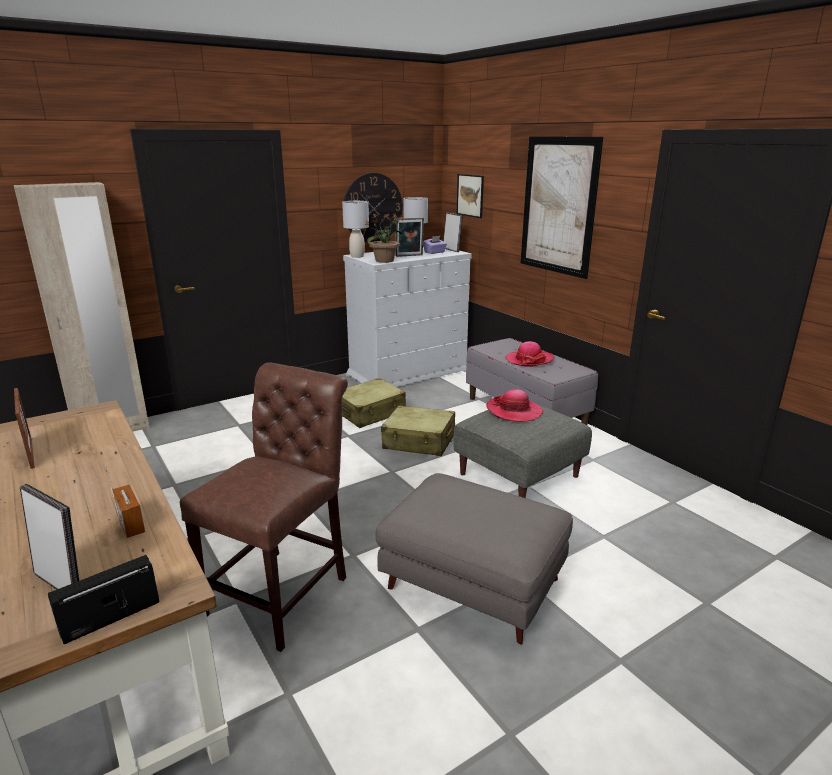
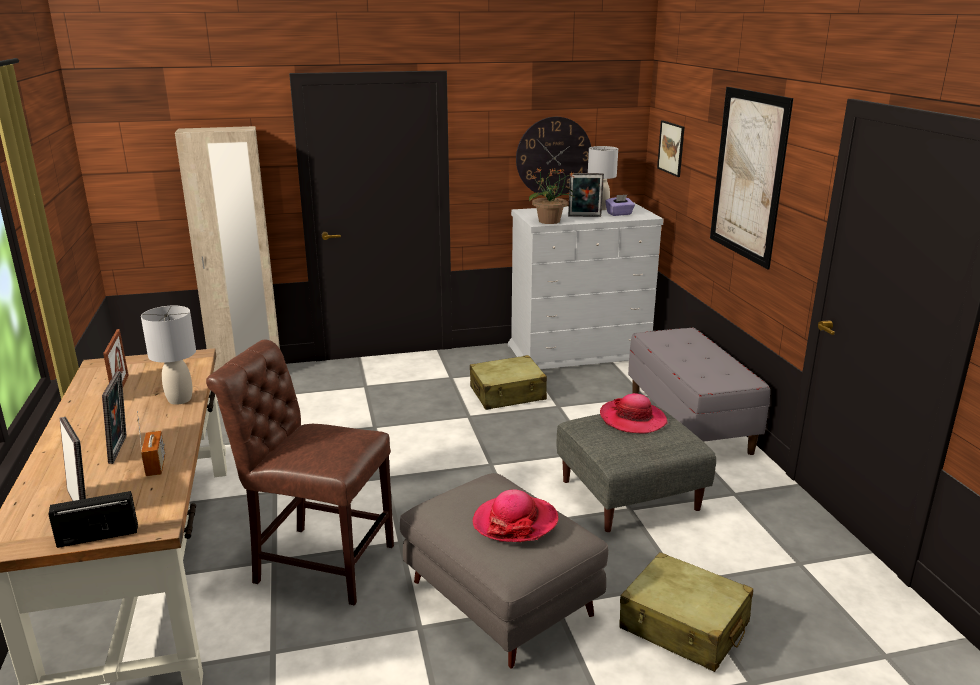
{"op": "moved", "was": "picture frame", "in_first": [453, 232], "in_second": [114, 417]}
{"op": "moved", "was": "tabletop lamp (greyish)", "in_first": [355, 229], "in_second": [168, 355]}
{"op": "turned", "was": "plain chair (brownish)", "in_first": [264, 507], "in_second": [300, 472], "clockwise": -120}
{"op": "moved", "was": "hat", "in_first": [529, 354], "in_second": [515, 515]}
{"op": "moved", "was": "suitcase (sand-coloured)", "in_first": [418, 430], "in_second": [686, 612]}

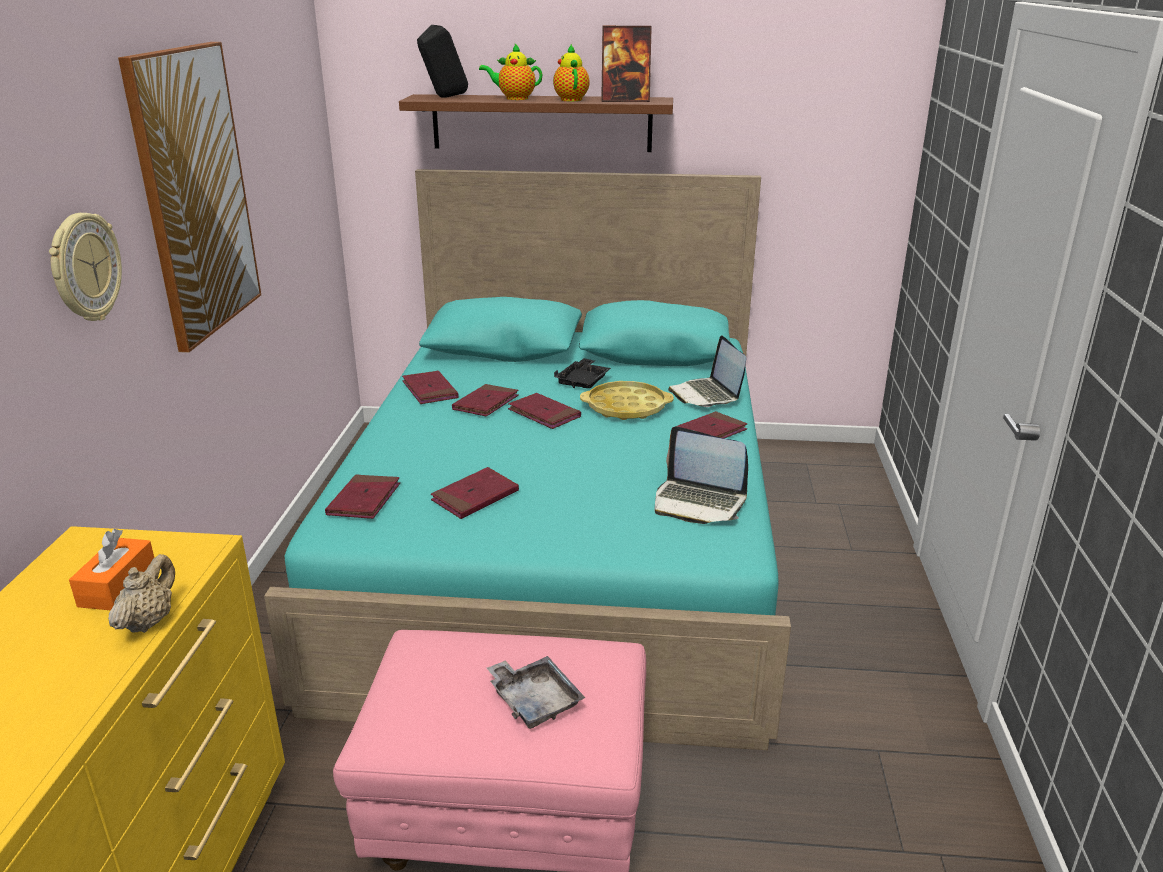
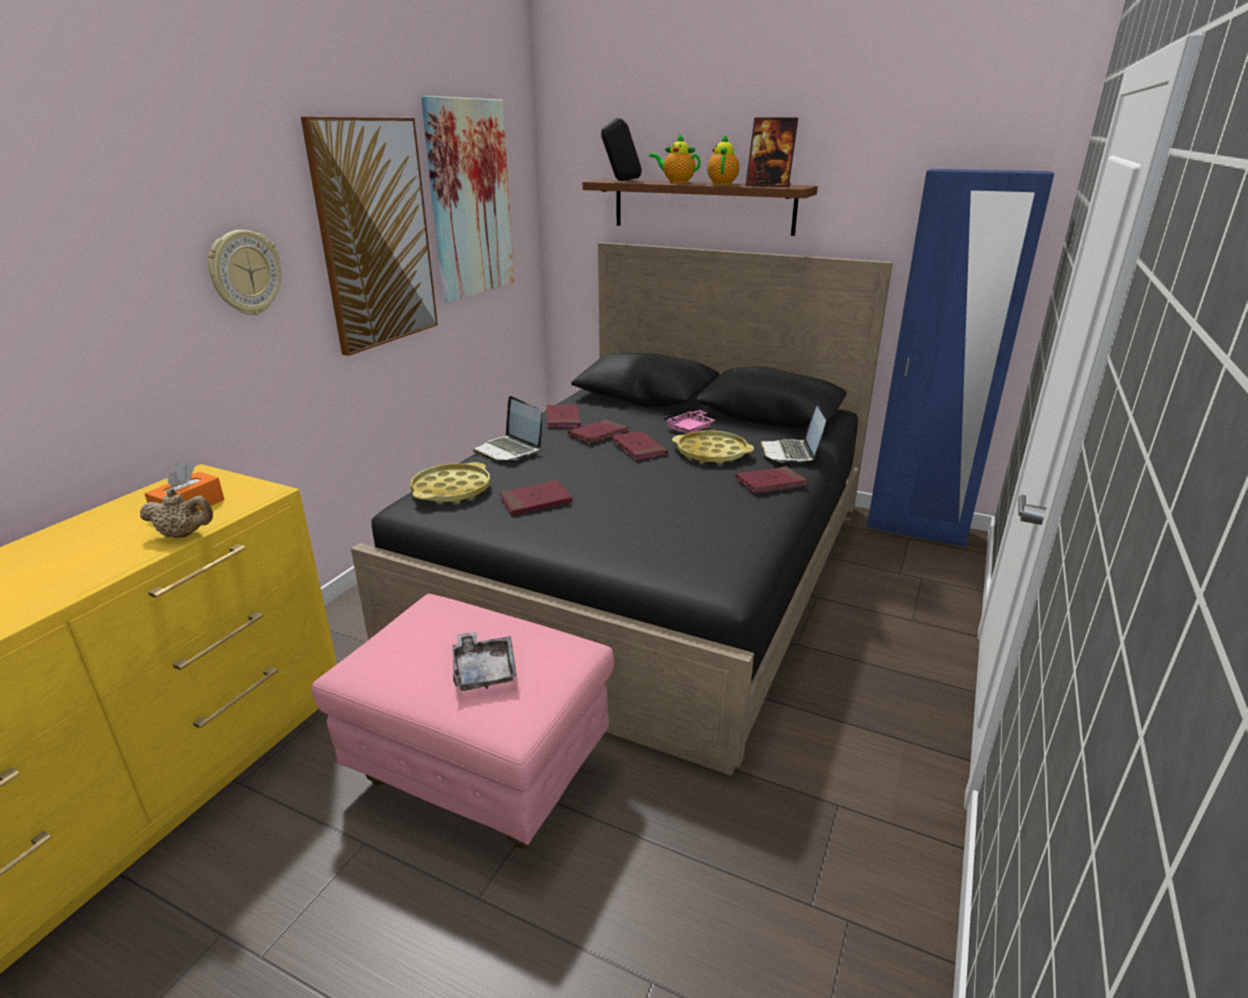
{"op": "turned", "was": "teapot (sand-coloured)", "in_first": [141, 593], "in_second": [176, 513], "clockwise": 60}
{"op": "recoloured", "was": "bed (turquoise-coloured)", "now": "bed (blackish)", "in_first": [527, 459], "in_second": [622, 509]}
{"op": "replaced", "was": "bound book (reddish)", "now": "carrying tray (yellowish)", "in_first": [362, 497], "in_second": [450, 482]}
{"op": "added", "now": "wall picture", "in_second": [467, 199]}
{"op": "moved", "was": "notebook computer", "in_first": [701, 475], "in_second": [507, 428]}
{"op": "recoloured", "was": "carrying tray (blackish)", "now": "carrying tray (pinkish)", "in_first": [582, 373], "in_second": [689, 422]}
{"op": "added", "now": "wardrobe (bluish)", "in_second": [960, 358]}

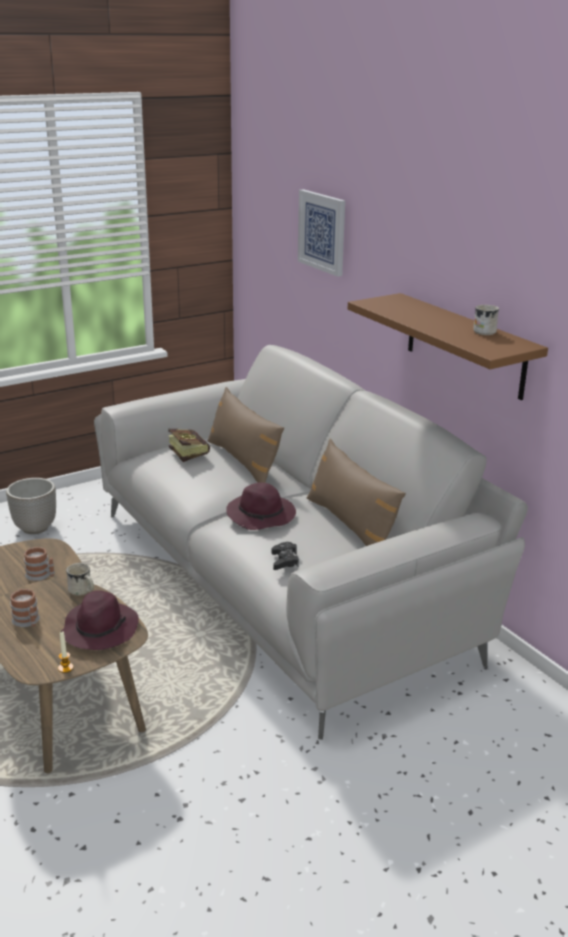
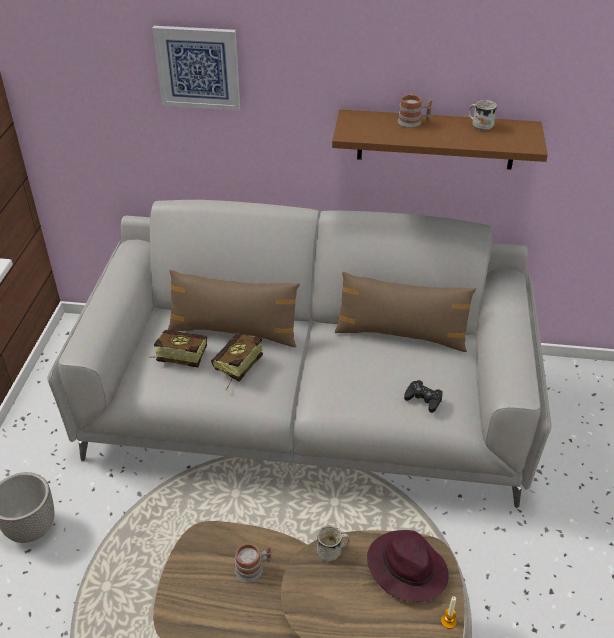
{"op": "added", "now": "bound book", "in_second": [237, 361]}
{"op": "moved", "was": "coffee mug", "in_first": [25, 608], "in_second": [415, 111]}
{"op": "removed", "was": "hat (purplish)", "in_first": [261, 506]}

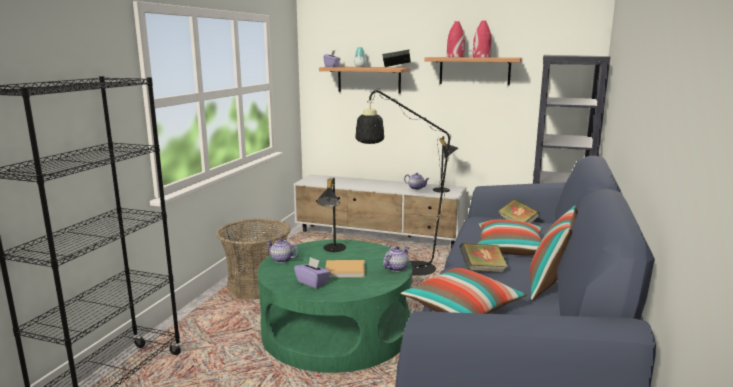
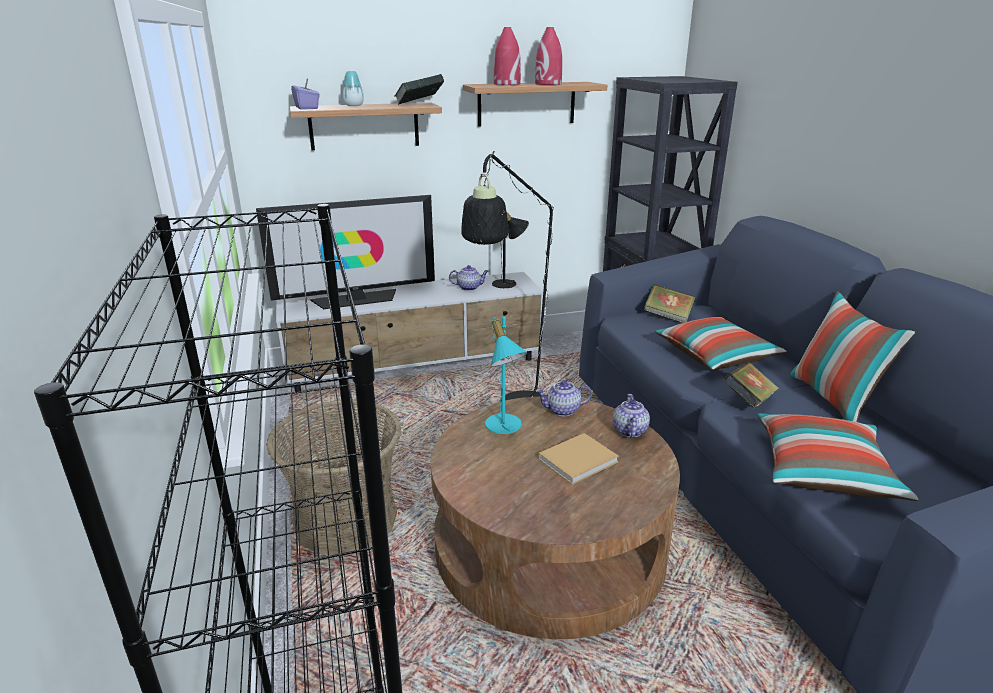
{"op": "added", "now": "TV set", "in_second": [345, 252]}
{"op": "recoloured", "was": "lounge table (greenish)", "now": "lounge table (brownish)", "in_first": [335, 306], "in_second": [555, 517]}
{"op": "recoloured", "was": "tabletop lamp (blackish)", "now": "tabletop lamp (turquoise-coloured)", "in_first": [331, 215], "in_second": [506, 375]}
{"op": "moved", "was": "teapot", "in_first": [282, 250], "in_second": [564, 398]}
{"op": "removed", "was": "box of tissues (purplish)", "in_first": [312, 273]}

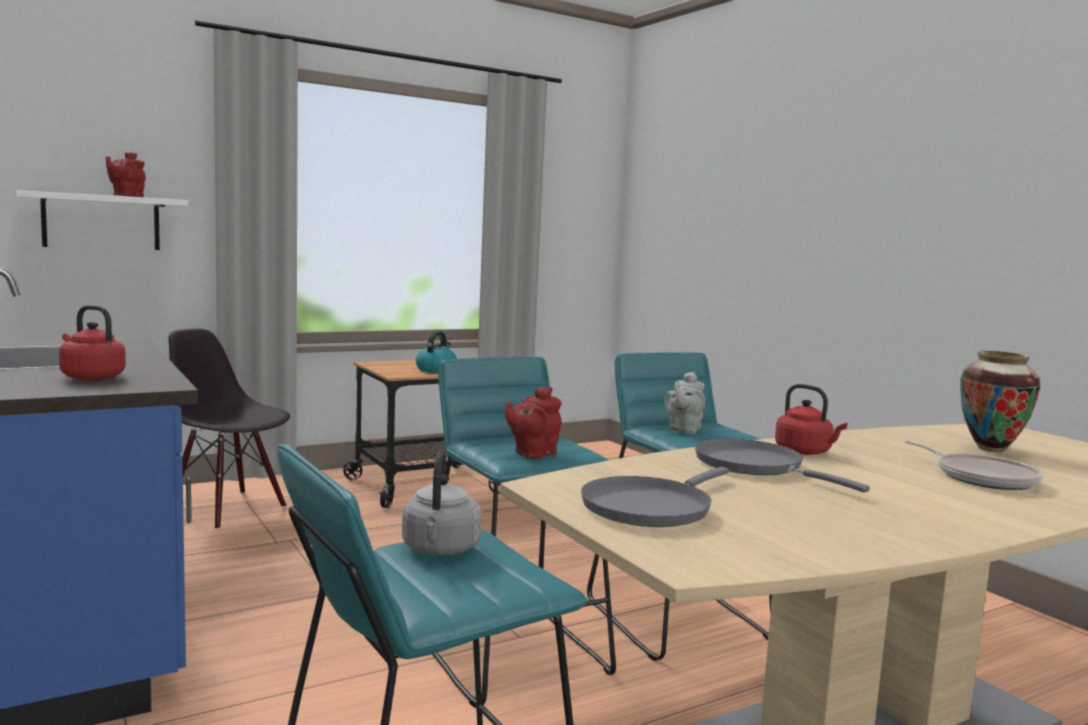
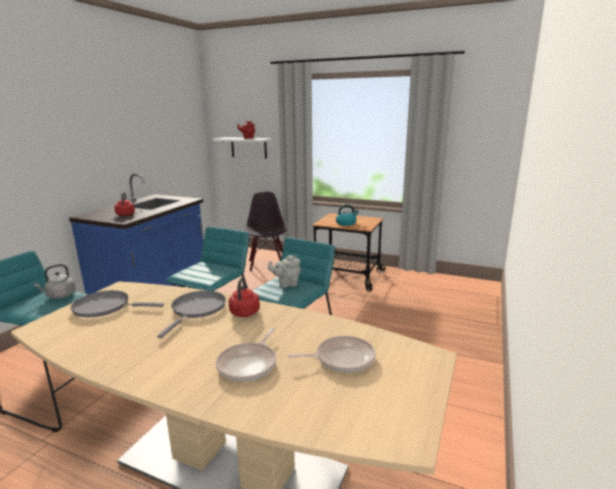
{"op": "replaced", "was": "vase", "now": "skillet", "in_first": [1000, 401], "in_second": [332, 354]}
{"op": "removed", "was": "teapot (reddish)", "in_first": [533, 423]}

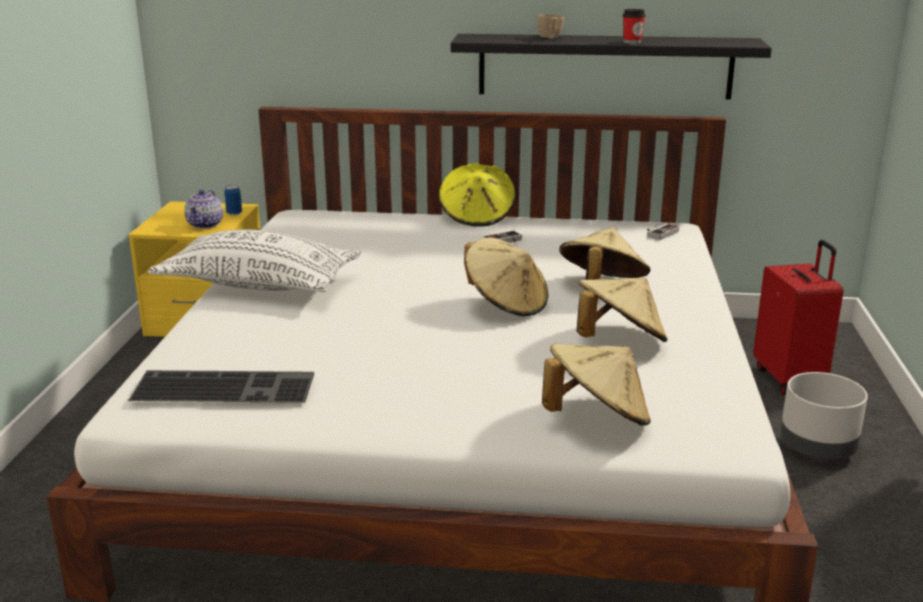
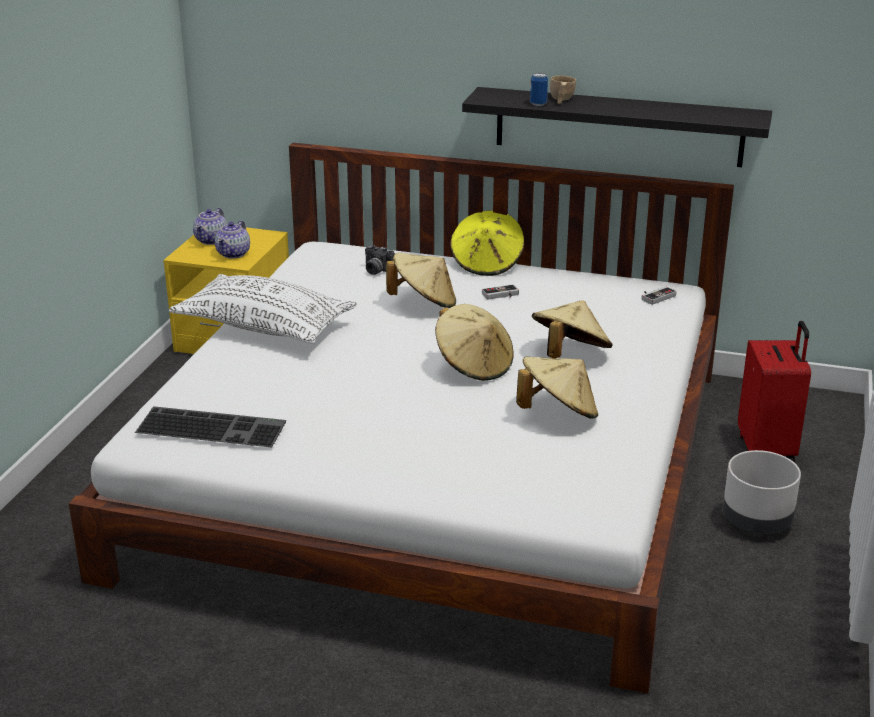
{"op": "added", "now": "teapot", "in_second": [210, 226]}
{"op": "added", "now": "photo camera", "in_second": [380, 260]}
{"op": "moved", "was": "hat (sand-coloured)", "in_first": [596, 384], "in_second": [421, 280]}
{"op": "moved", "was": "can", "in_first": [233, 200], "in_second": [539, 89]}
{"op": "removed", "was": "drinking cup", "in_first": [634, 26]}

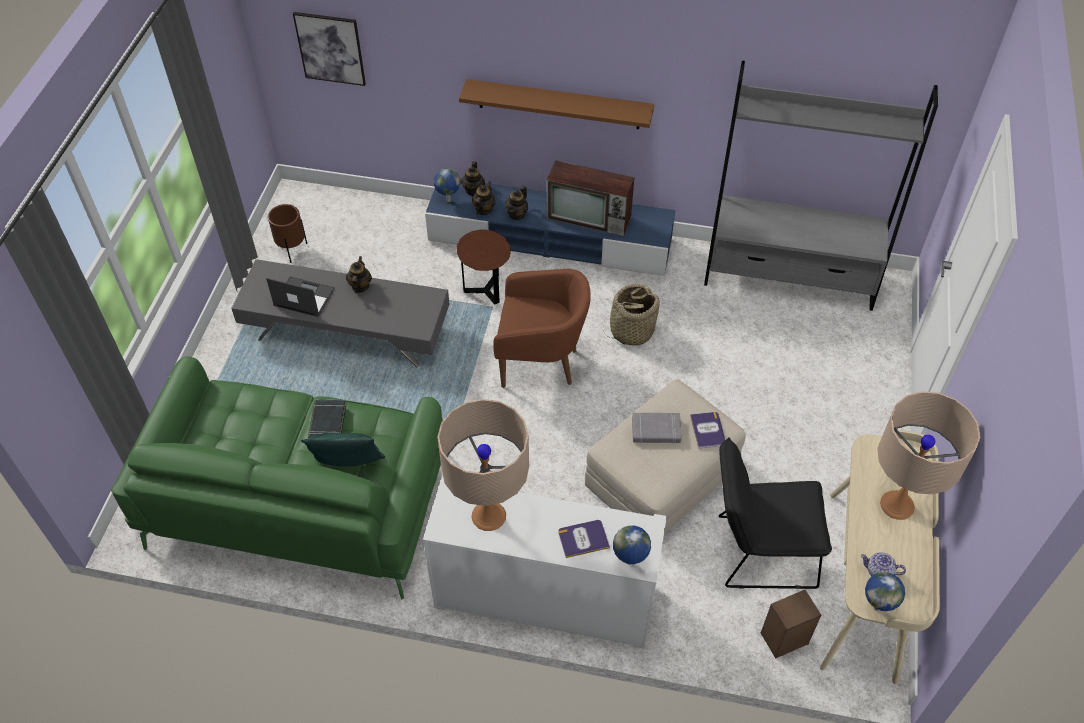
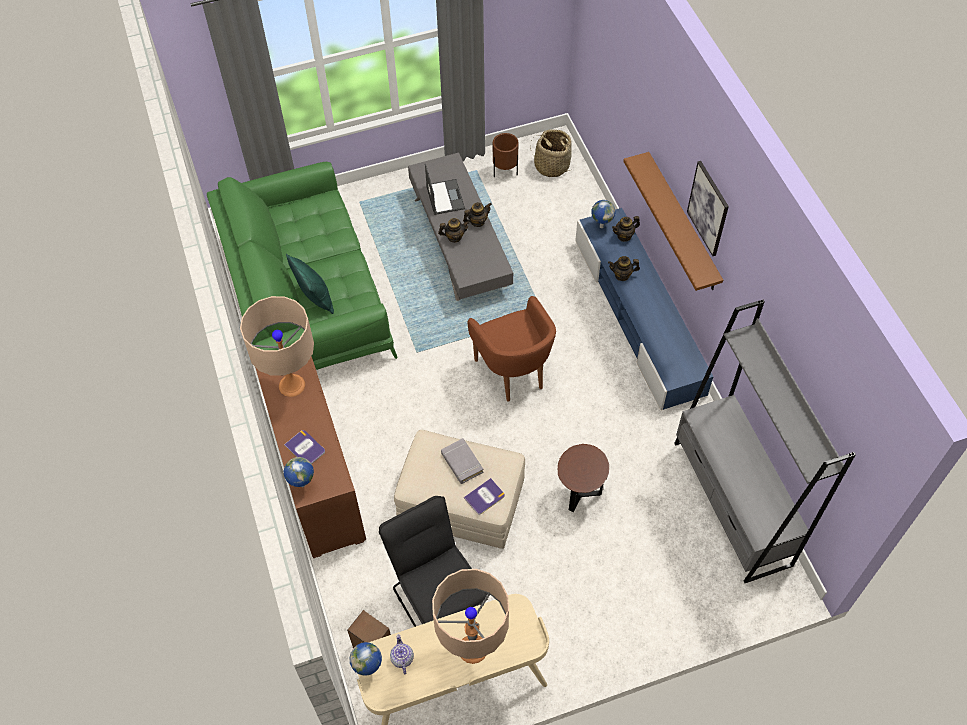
{"op": "recoloured", "was": "cabinet (whitish)", "now": "cabinet (brownish)", "in_first": [545, 562], "in_second": [310, 457]}
{"op": "moved", "was": "teapot", "in_first": [484, 198], "in_second": [454, 230]}
{"op": "moved", "was": "household basket", "in_first": [632, 314], "in_second": [551, 153]}
{"op": "moved", "was": "accent table (brownish)", "in_first": [483, 267], "in_second": [583, 478]}
{"op": "moved", "was": "wall picture", "in_first": [329, 49], "in_second": [708, 208]}
{"op": "removed", "was": "bound book (blackish)", "in_first": [327, 418]}
{"op": "removed", "was": "TV set", "in_first": [590, 198]}

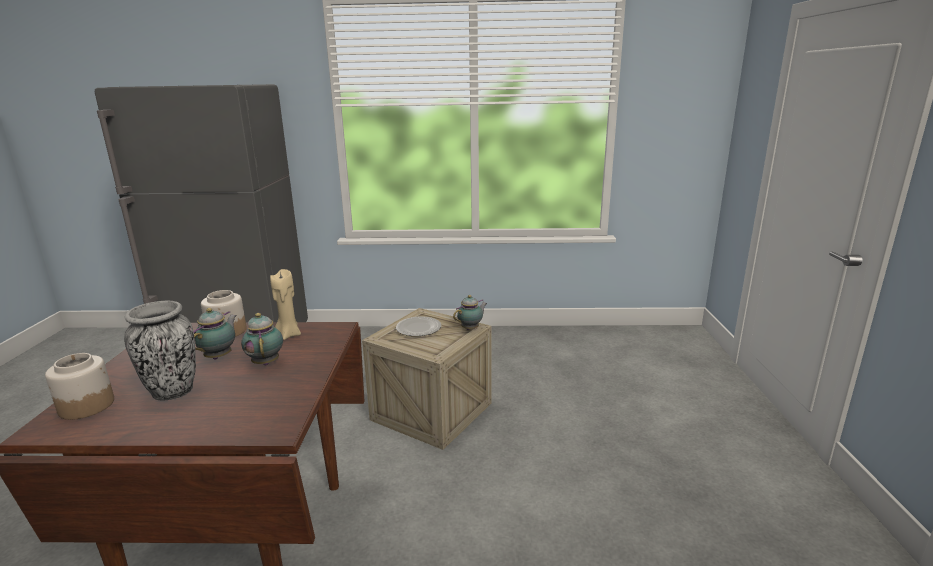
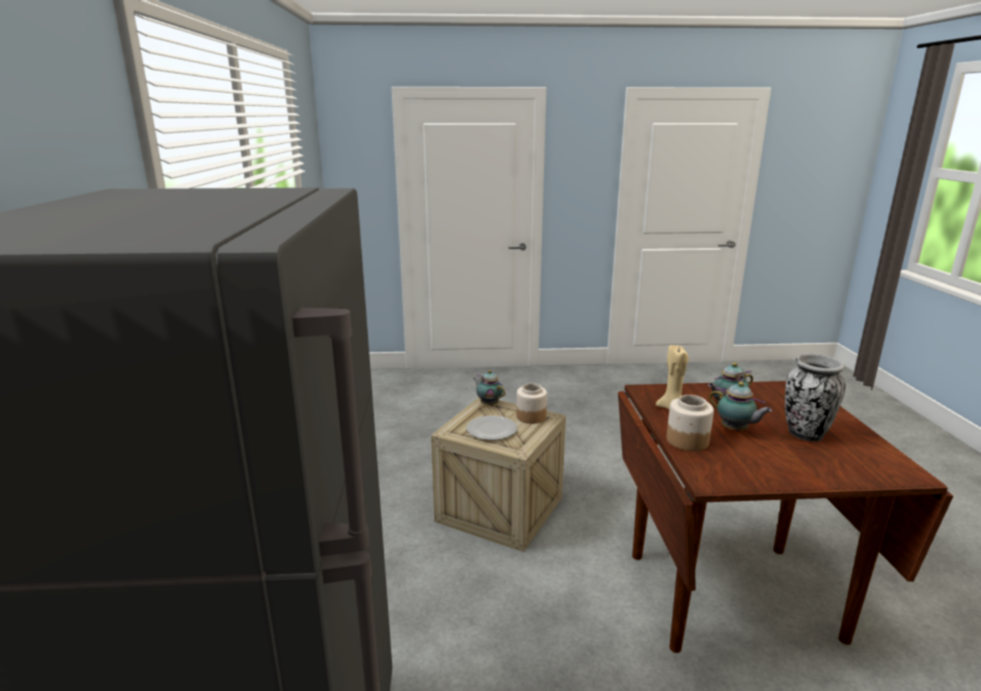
{"op": "moved", "was": "jar", "in_first": [79, 386], "in_second": [531, 403]}
{"op": "turned", "was": "teapot", "in_first": [215, 333], "in_second": [740, 406], "clockwise": -150}

